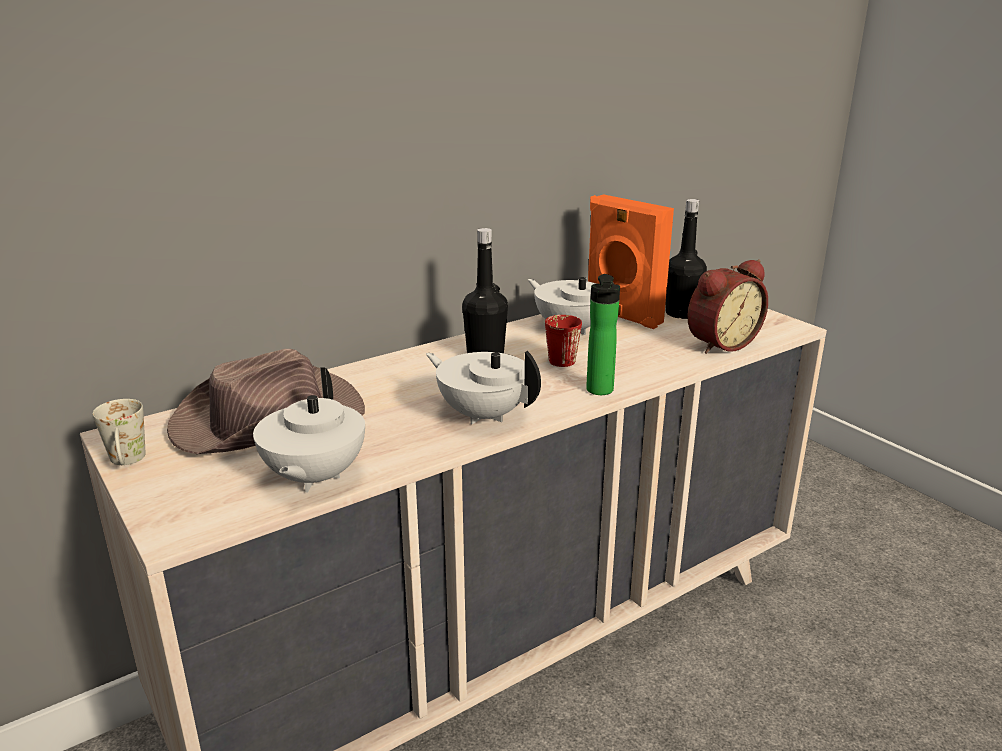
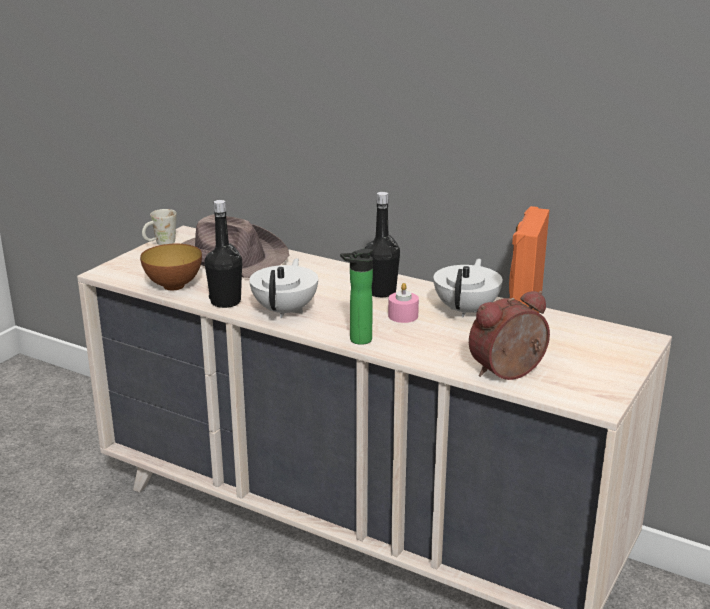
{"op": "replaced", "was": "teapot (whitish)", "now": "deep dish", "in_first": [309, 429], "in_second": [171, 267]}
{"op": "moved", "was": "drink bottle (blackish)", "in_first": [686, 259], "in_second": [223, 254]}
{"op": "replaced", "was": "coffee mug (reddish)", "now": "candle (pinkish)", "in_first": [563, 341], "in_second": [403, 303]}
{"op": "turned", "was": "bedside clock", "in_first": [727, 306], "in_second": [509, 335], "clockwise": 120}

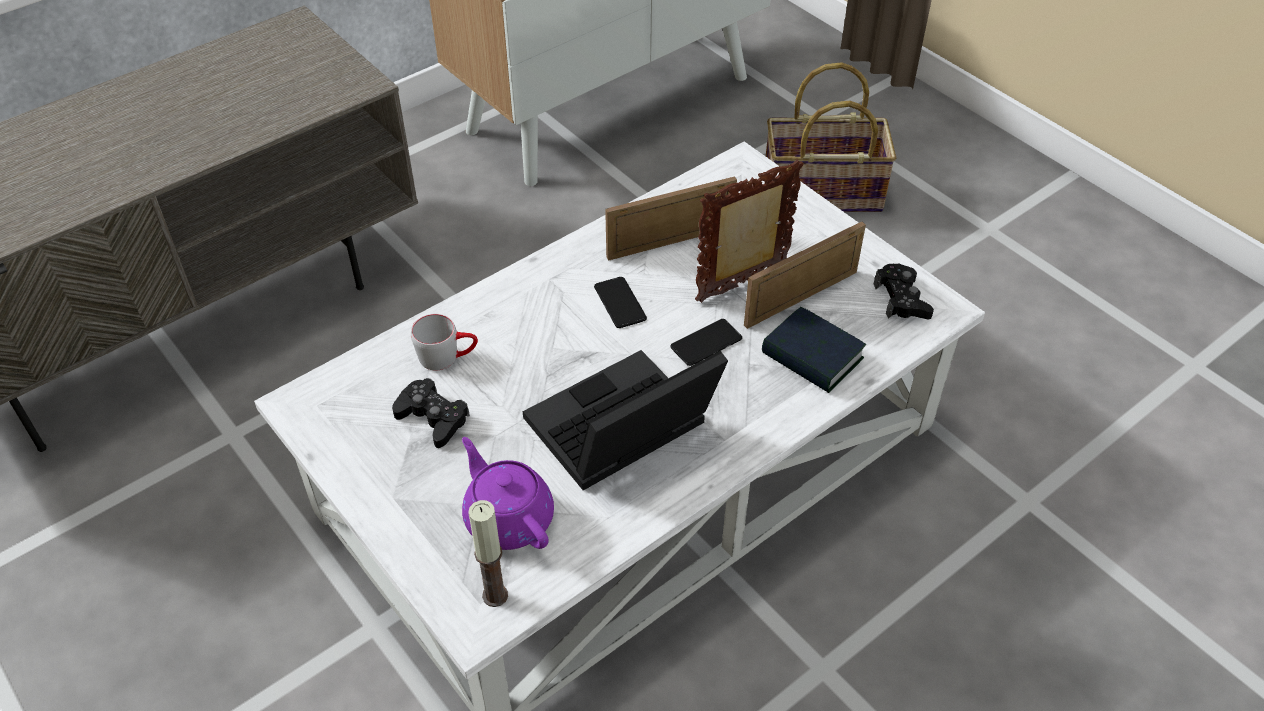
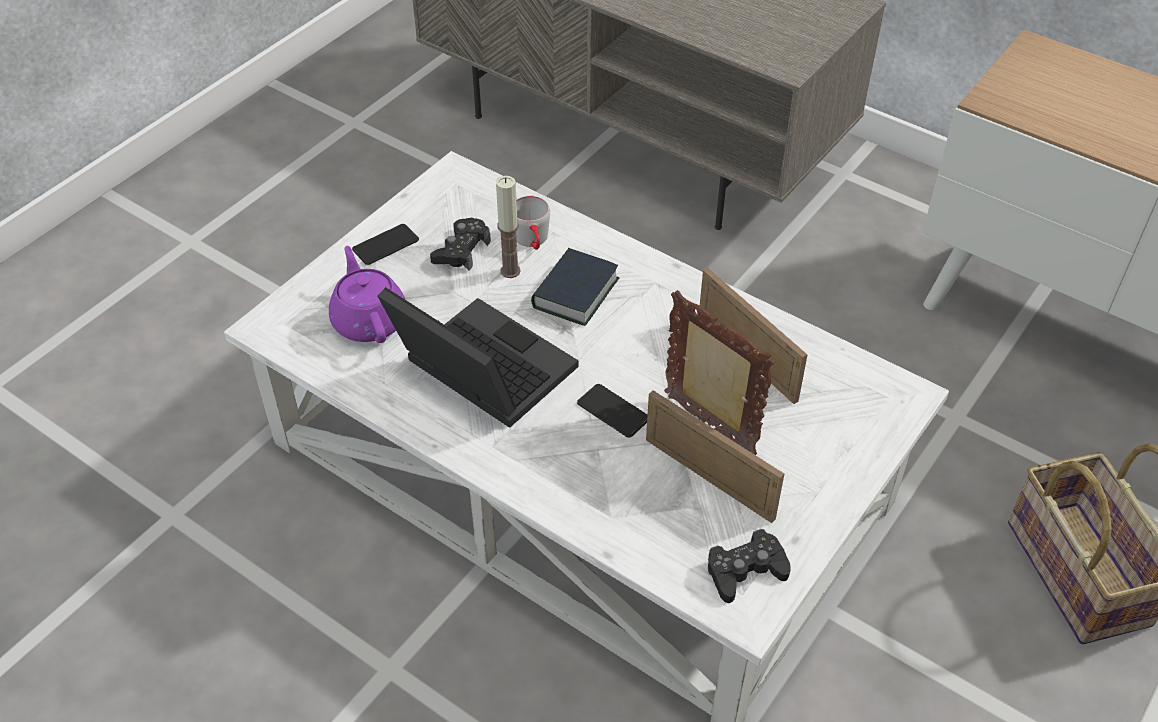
{"op": "turned", "was": "teapot (purplish)", "in_first": [508, 493], "in_second": [367, 294], "clockwise": -60}
{"op": "moved", "was": "telephone", "in_first": [620, 302], "in_second": [385, 244]}
{"op": "moved", "was": "candle", "in_first": [488, 553], "in_second": [508, 227]}
{"op": "moved", "was": "bound book", "in_first": [814, 350], "in_second": [575, 287]}

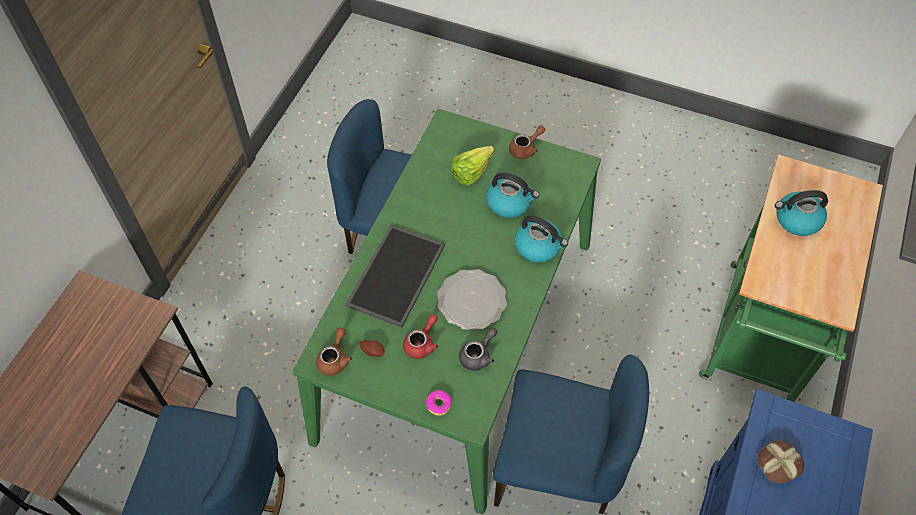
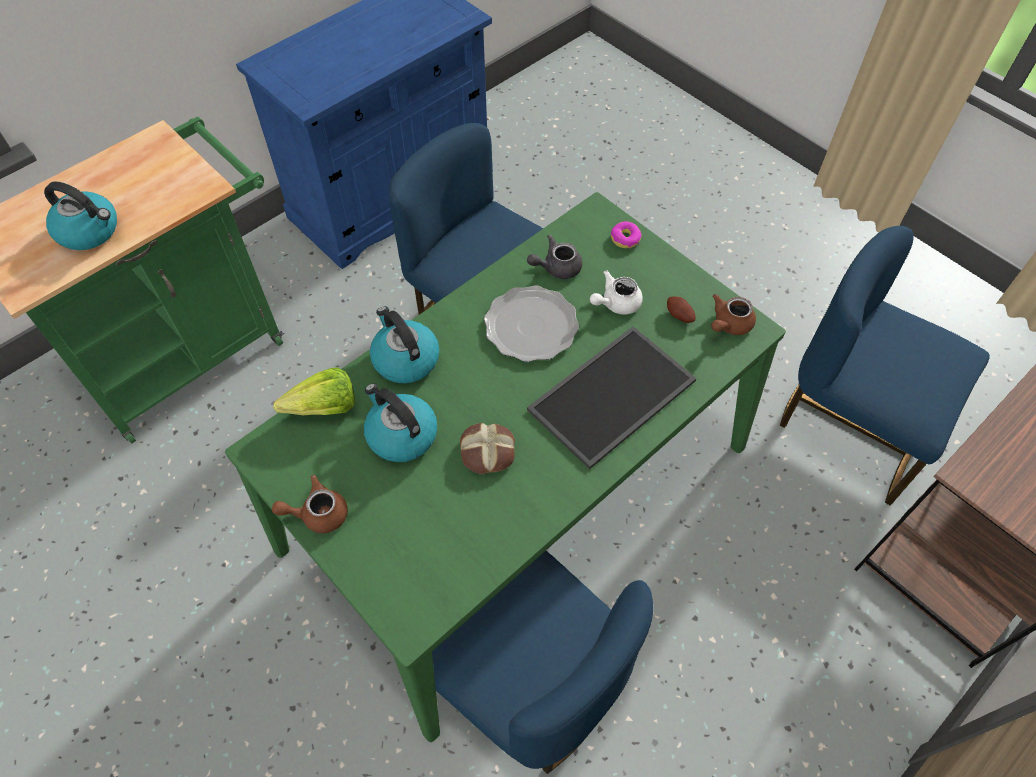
{"op": "moved", "was": "head of lettuce", "in_first": [472, 166], "in_second": [314, 391]}
{"op": "moved", "was": "bakery bread", "in_first": [780, 462], "in_second": [487, 448]}
{"op": "recoloured", "was": "teapot (reddish)", "now": "teapot (whitish)", "in_first": [420, 336], "in_second": [616, 292]}

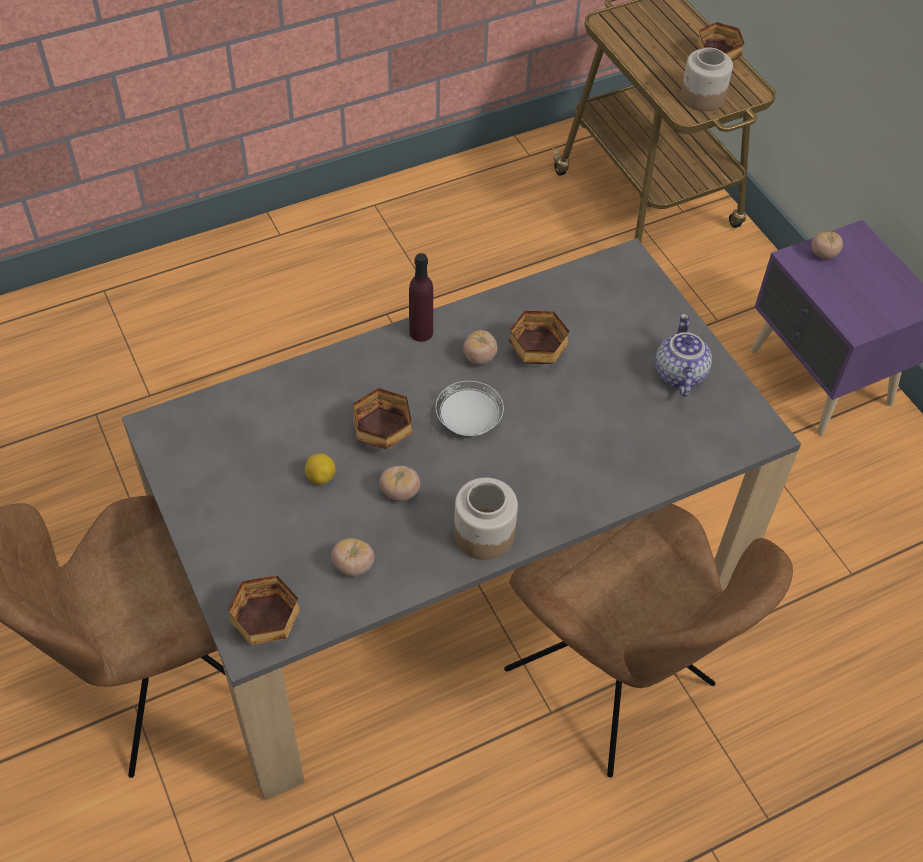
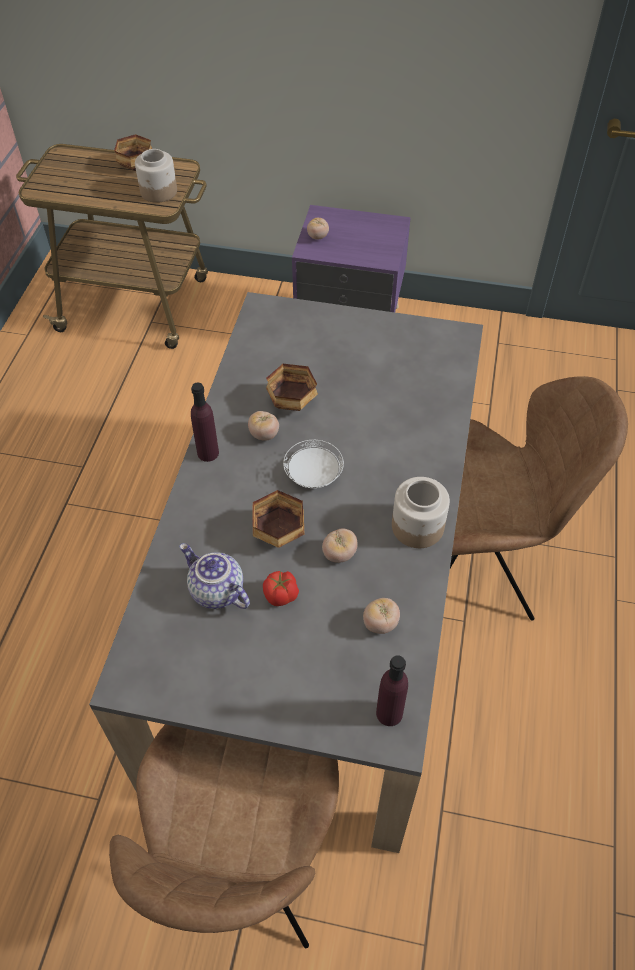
{"op": "moved", "was": "teapot", "in_first": [683, 355], "in_second": [215, 576]}
{"op": "replaced", "was": "lemon", "now": "tomato", "in_first": [320, 469], "in_second": [281, 588]}
{"op": "replaced", "was": "deep dish", "now": "drink bottle (purplish)", "in_first": [264, 610], "in_second": [392, 690]}

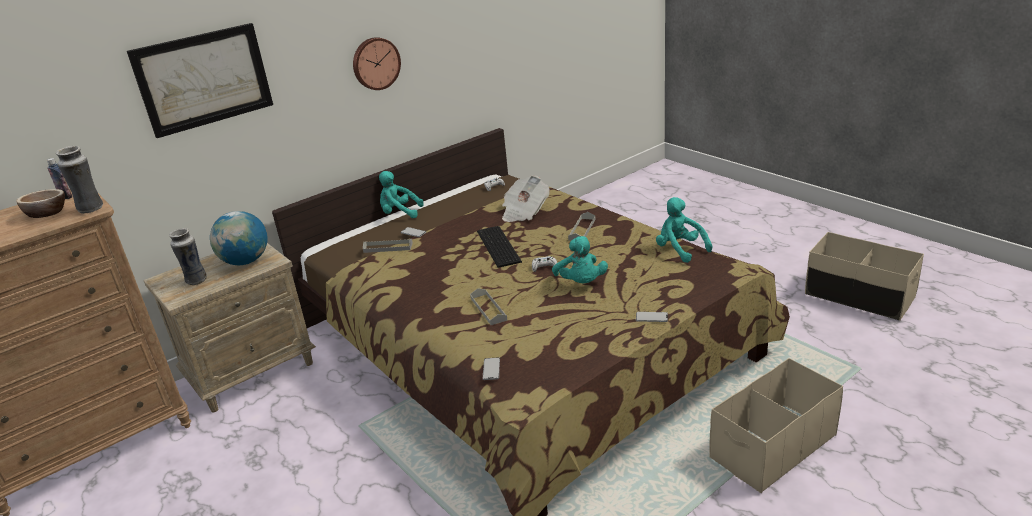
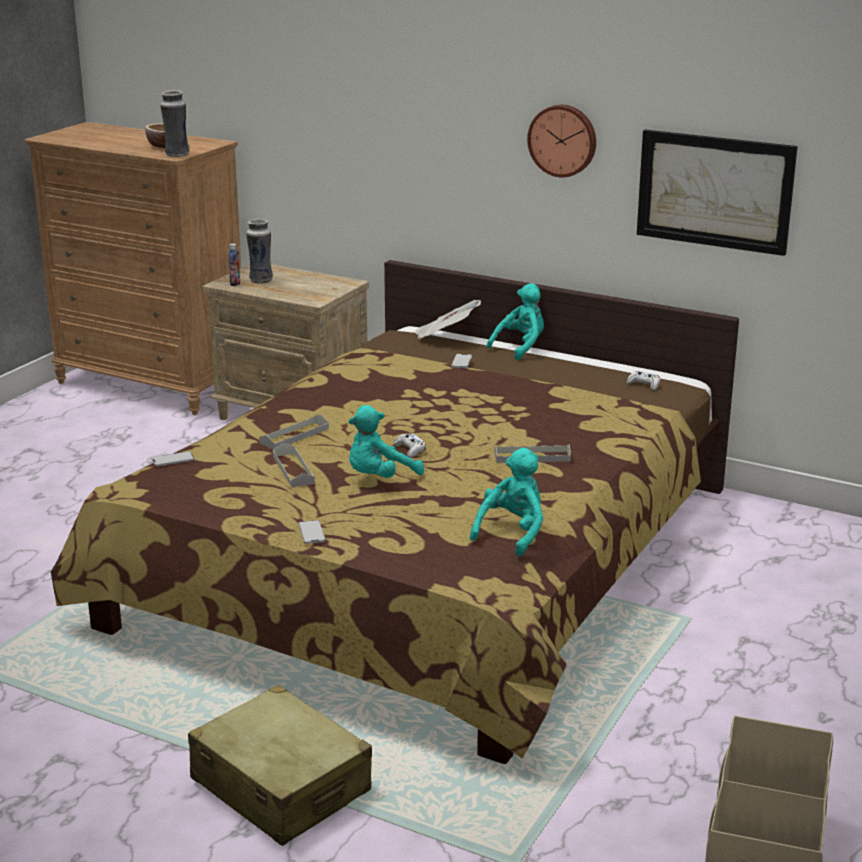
{"op": "replaced", "was": "storage bin (sand-coloured)", "now": "suitcase (sand-coloured)", "in_first": [776, 425], "in_second": [280, 765]}
{"op": "moved", "was": "drink bottle", "in_first": [59, 178], "in_second": [234, 264]}
{"op": "moved", "was": "carrying tray (greyish)", "in_first": [388, 246], "in_second": [294, 465]}
{"op": "moved", "was": "newspaper", "in_first": [526, 198], "in_second": [448, 319]}
{"op": "turned", "was": "plush toy (turquoise-coloured)", "in_first": [401, 194], "in_second": [515, 321], "clockwise": 60}
{"op": "moved", "was": "wall picture", "in_first": [200, 80], "in_second": [717, 193]}
{"op": "removed", "was": "world globe", "in_first": [239, 238]}
{"op": "removed", "was": "computer keyboard", "in_first": [499, 247]}

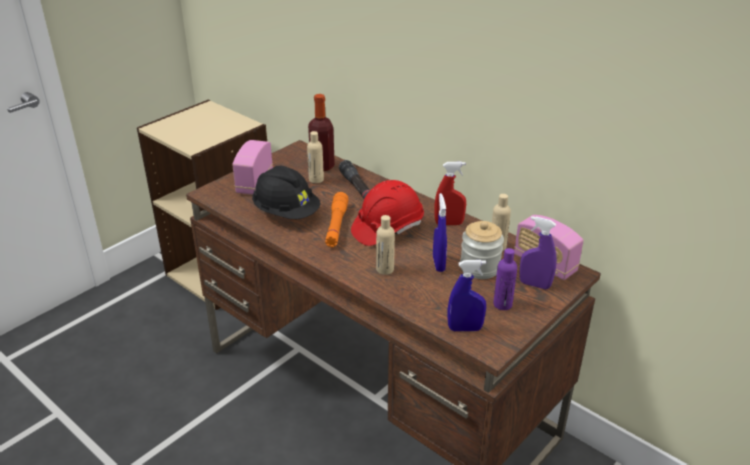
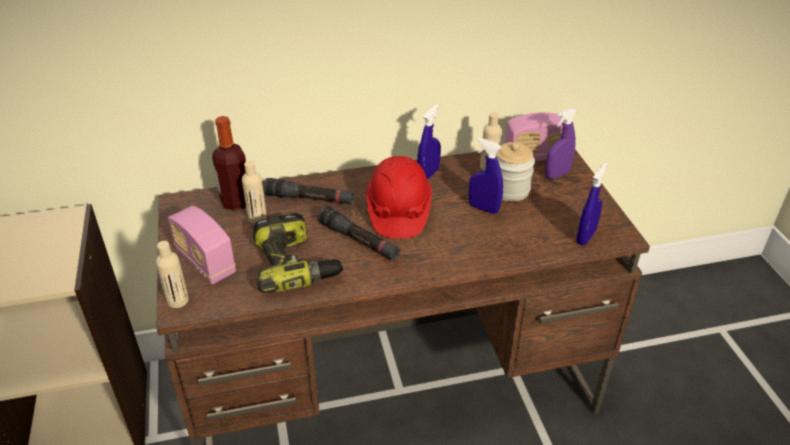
{"op": "moved", "was": "drink bottle (sand-coloured)", "in_first": [385, 245], "in_second": [172, 274]}
{"op": "replaced", "was": "hard hat (blackish)", "now": "drill", "in_first": [286, 192], "in_second": [299, 253]}
{"op": "recoloured", "was": "hand torch (orangey)", "now": "hand torch (blackish)", "in_first": [336, 219], "in_second": [359, 233]}
{"op": "recoloured", "was": "hand sprayer (reddish)", "now": "hand sprayer (bluish)", "in_first": [450, 193], "in_second": [429, 142]}
{"op": "removed", "was": "drink bottle (purplish)", "in_first": [505, 279]}

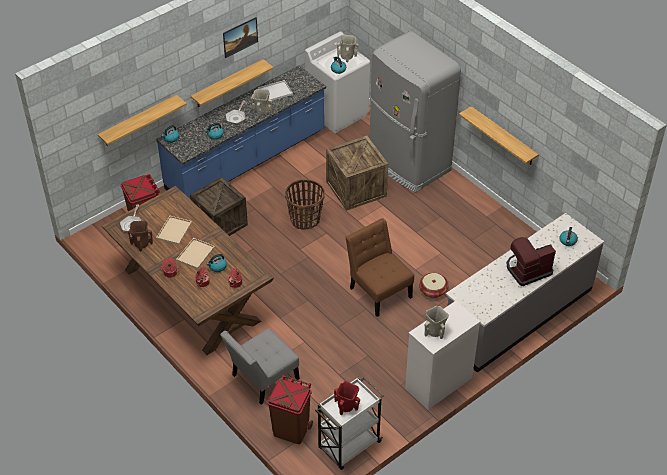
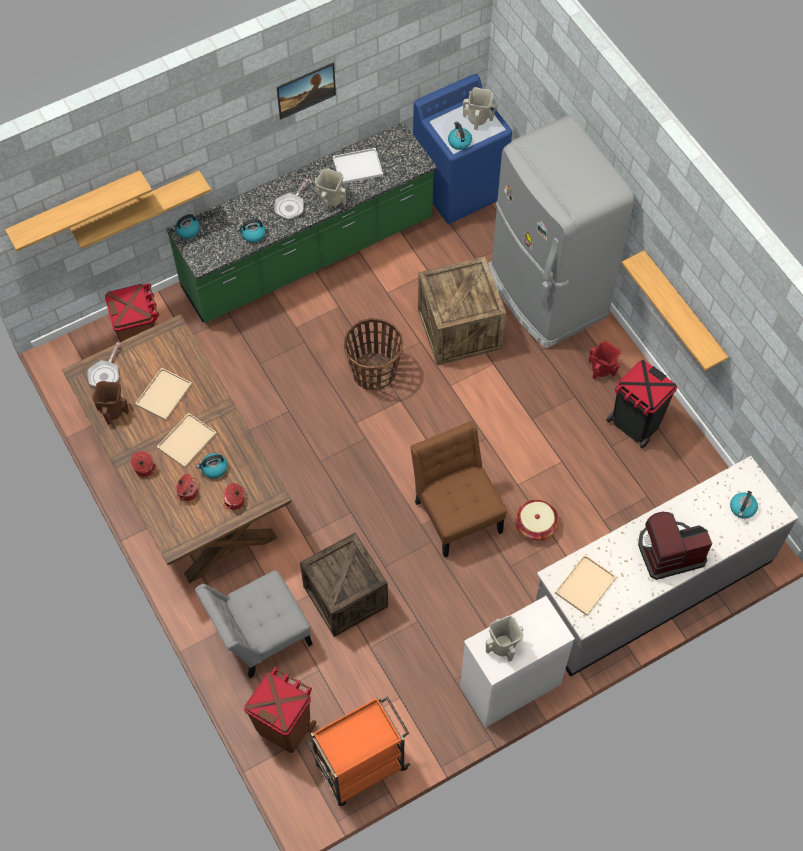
{"op": "moved", "was": "bracket shelf", "in_first": [232, 83], "in_second": [78, 210]}
{"op": "recoloured", "was": "counter (bluish)", "now": "counter (greenish)", "in_first": [241, 132], "in_second": [301, 222]}
{"op": "moved", "was": "packing crate", "in_first": [219, 206], "in_second": [344, 585]}
{"op": "recoloured", "was": "cart (whitish)", "now": "cart (orangey)", "in_first": [349, 423], "in_second": [358, 751]}
{"op": "recoloured", "was": "laundry machine (whitish)", "now": "laundry machine (bluish)", "in_first": [337, 82], "in_second": [462, 149]}
{"op": "added", "now": "carrying tray (sand-coloured)", "in_second": [586, 585]}
{"op": "moved", "was": "vase (reddish)", "in_first": [347, 398], "in_second": [605, 360]}
{"op": "added", "now": "waste bin (blackish)", "in_second": [642, 404]}

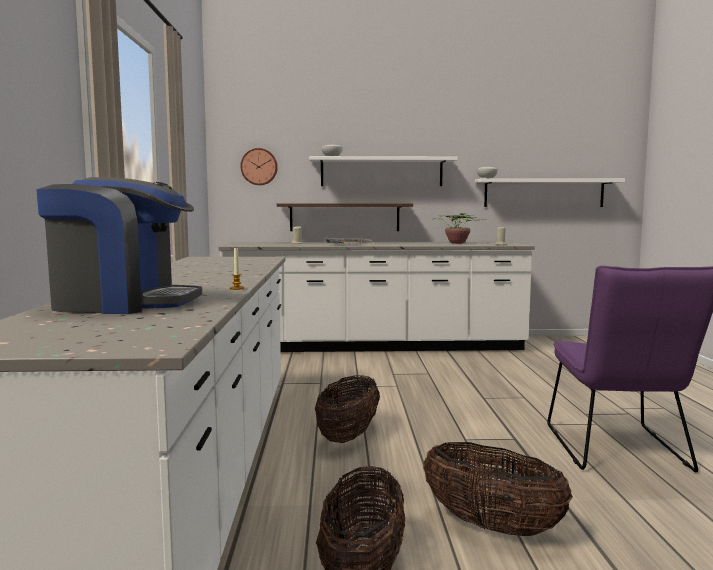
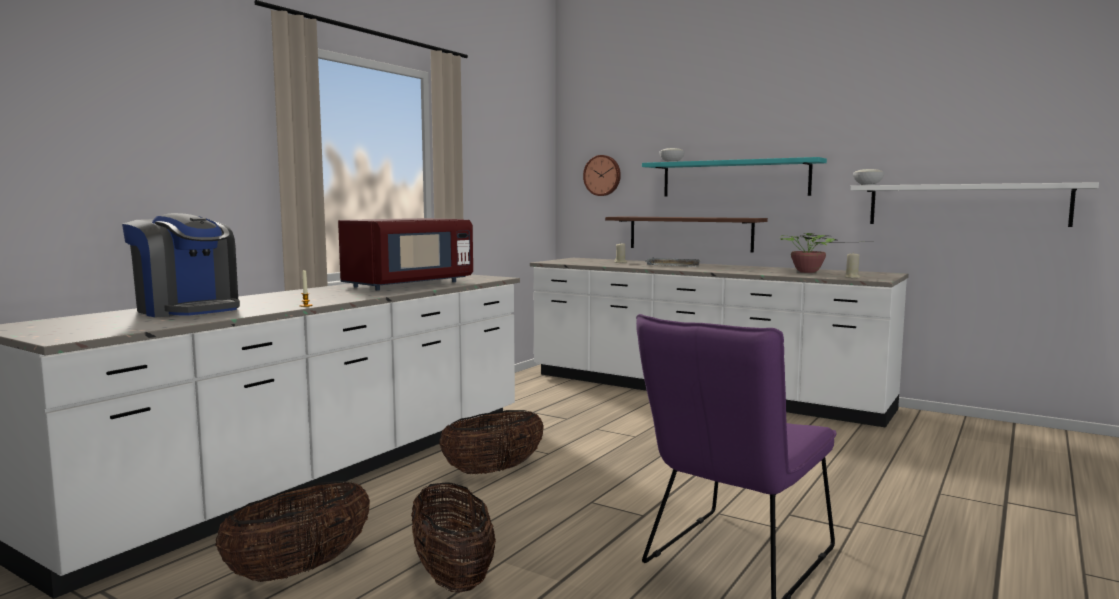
{"op": "added", "now": "microwave (reddish)", "in_second": [405, 254]}
{"op": "recoloured", "was": "bracket shelf (whitish)", "now": "bracket shelf (turquoise-coloured)", "in_first": [383, 171], "in_second": [734, 177]}

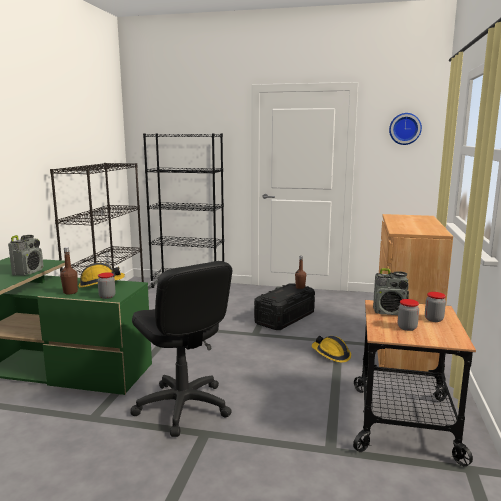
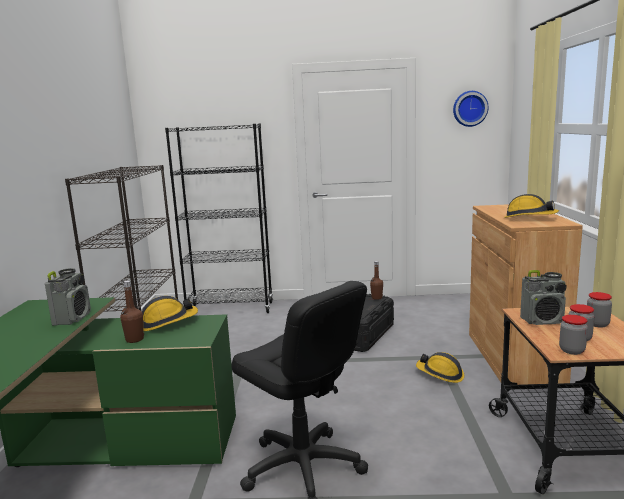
{"op": "added", "now": "hard hat", "in_second": [531, 206]}
{"op": "moved", "was": "jar", "in_first": [107, 285], "in_second": [573, 335]}

